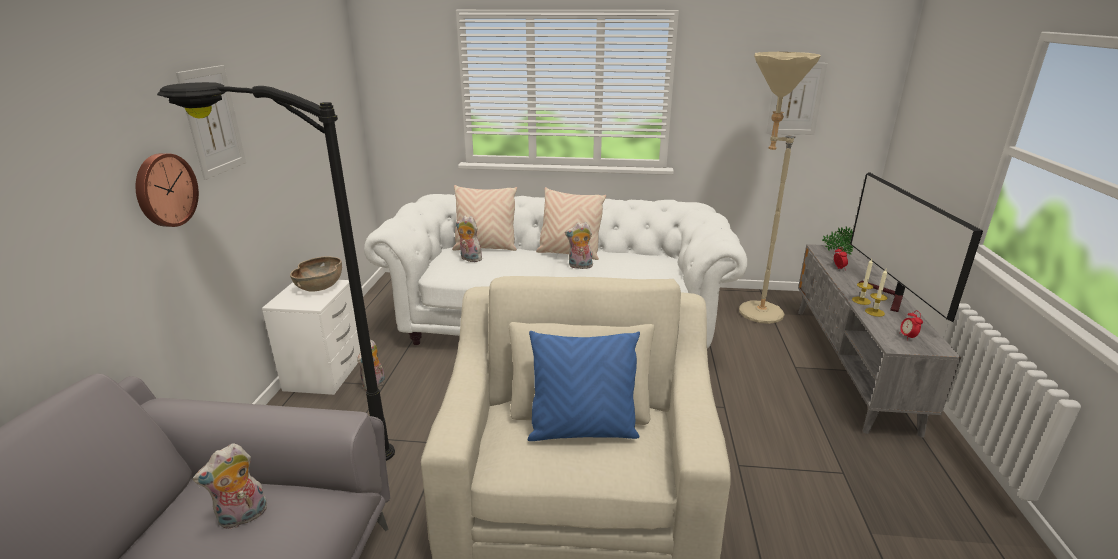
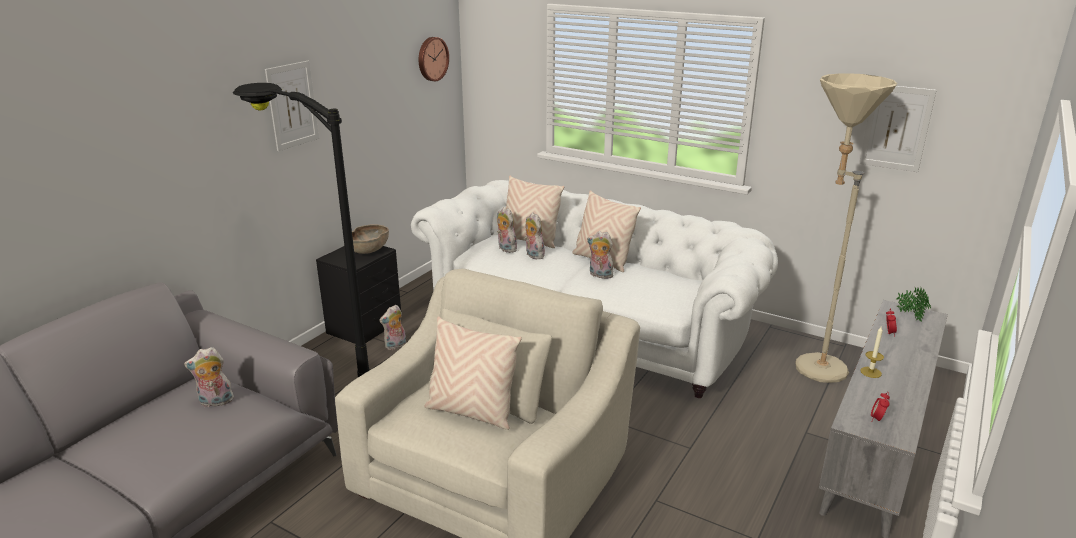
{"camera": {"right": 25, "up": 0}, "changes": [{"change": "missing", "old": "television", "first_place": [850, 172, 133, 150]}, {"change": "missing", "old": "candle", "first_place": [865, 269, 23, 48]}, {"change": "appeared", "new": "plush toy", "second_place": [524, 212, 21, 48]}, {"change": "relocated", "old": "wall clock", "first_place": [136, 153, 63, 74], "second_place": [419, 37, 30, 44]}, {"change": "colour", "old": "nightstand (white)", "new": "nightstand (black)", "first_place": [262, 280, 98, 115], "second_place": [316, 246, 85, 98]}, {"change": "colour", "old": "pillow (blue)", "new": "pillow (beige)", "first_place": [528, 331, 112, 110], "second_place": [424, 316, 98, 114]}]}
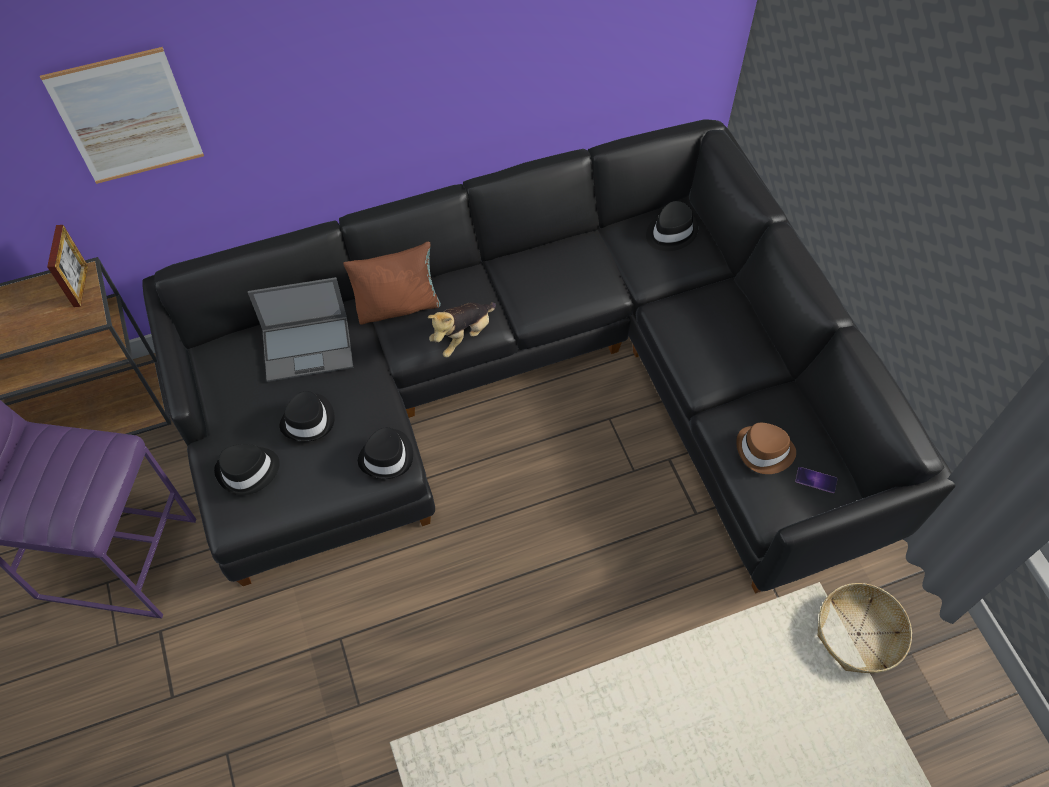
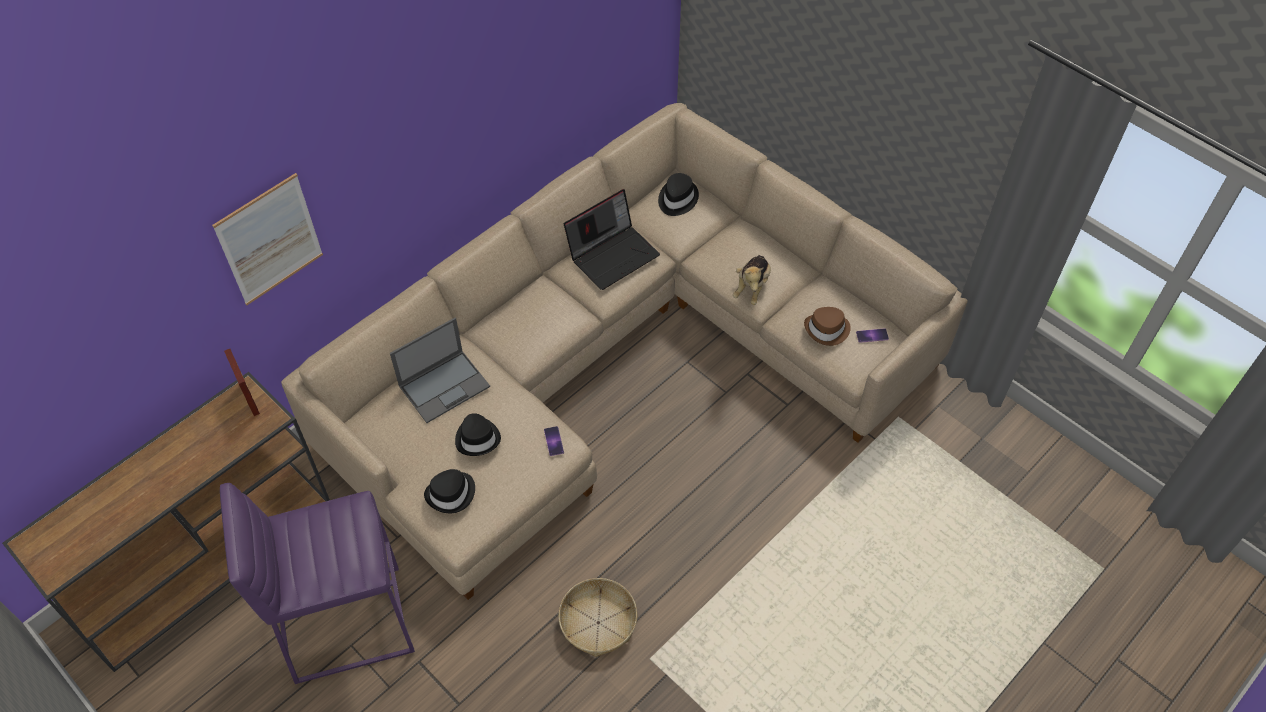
{"camera": {"right": -25, "up": -5}, "changes": [{"change": "missing", "old": "pillow (brown)", "first_place": [343, 241, 98, 84]}, {"change": "appeared", "new": "laptop", "second_place": [564, 189, 96, 101]}, {"change": "relocated", "old": "plush toy", "first_place": [428, 302, 68, 55], "second_place": [733, 255, 38, 50]}, {"change": "relocated", "old": "basket", "first_place": [817, 583, 95, 90], "second_place": [558, 578, 80, 79]}, {"change": "exchanged", "old": "hat (black)", "new": "phone", "first_place": [358, 427, 55, 52], "second_place": [544, 426, 20, 30]}, {"change": "colour", "old": "sofa (black)", "new": "sofa (beige)", "first_place": [142, 119, 813, 475], "second_place": [281, 103, 687, 497]}]}
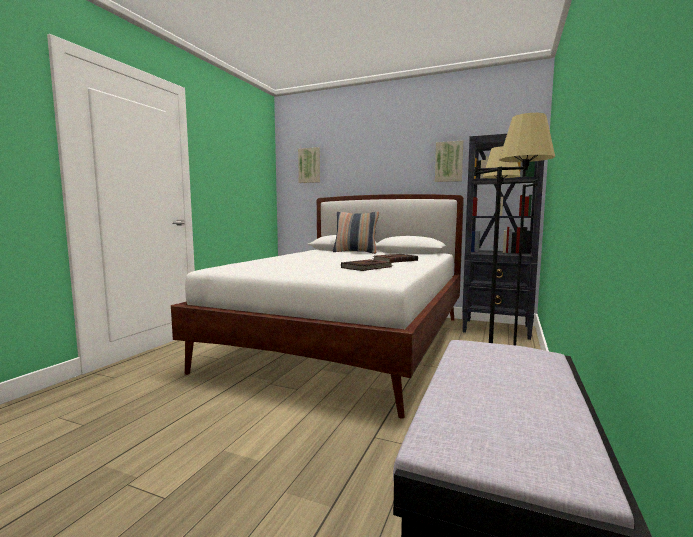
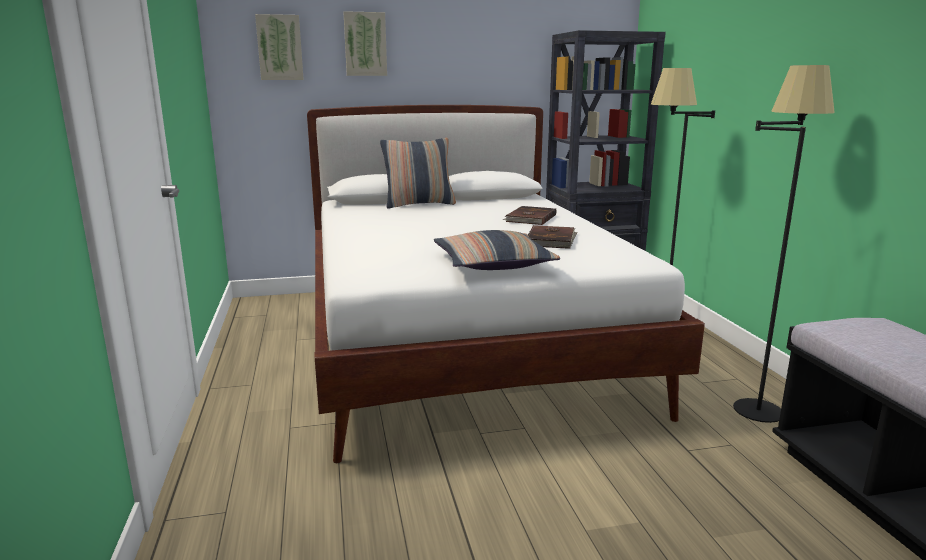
{"camera": {"right": -35, "up": 10}, "changes": [{"change": "appeared", "new": "pillow", "second_place": [434, 230, 126, 40]}, {"change": "relocated", "old": "picture", "first_place": [435, 140, 28, 42], "second_place": [343, 11, 44, 65]}]}
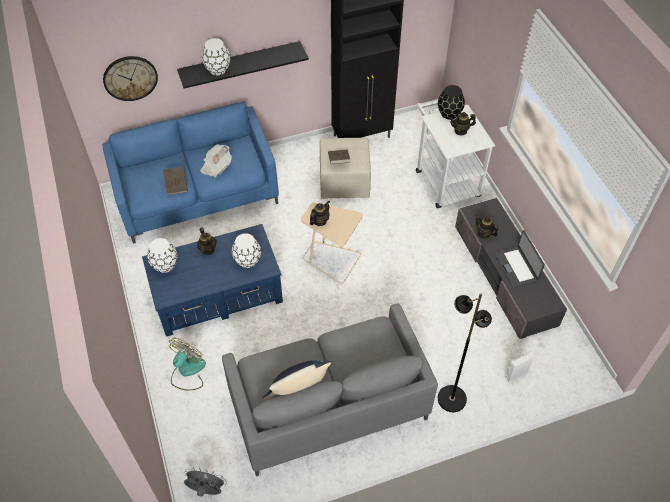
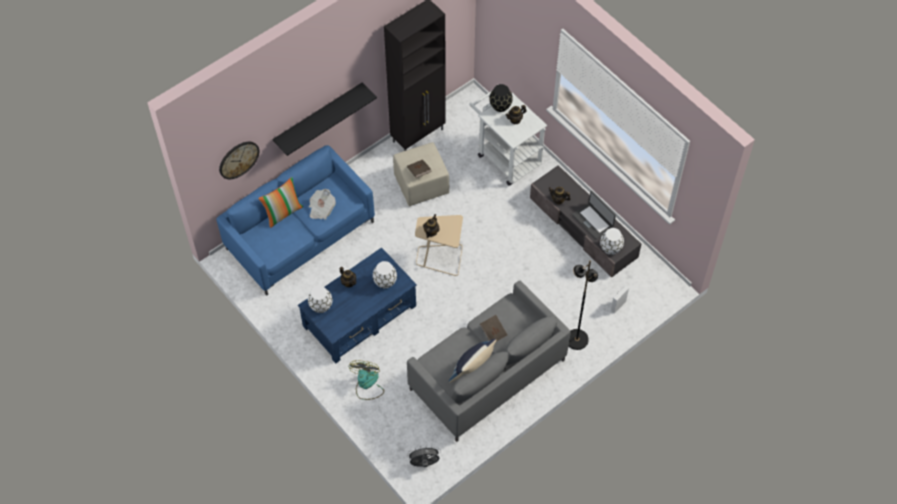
{"camera": {"right": -20, "up": 5}, "changes": [{"change": "appeared", "new": "pillow", "second_place": [258, 177, 45, 51]}, {"change": "relocated", "old": "book (brown)", "first_place": [163, 167, 25, 28], "second_place": [480, 315, 27, 27]}, {"change": "relocated", "old": "vase (white)", "first_place": [202, 38, 28, 38], "second_place": [600, 228, 24, 27]}]}
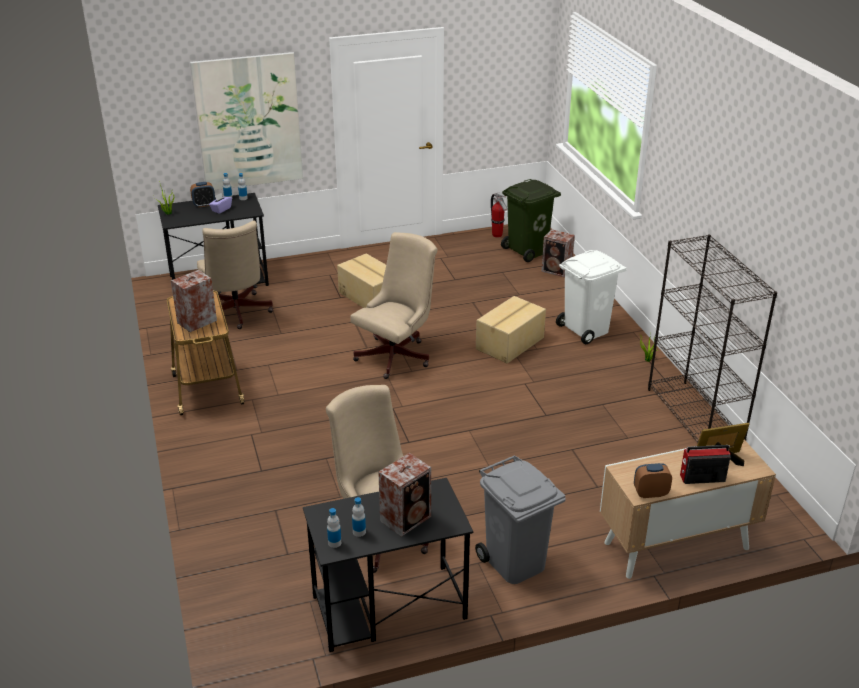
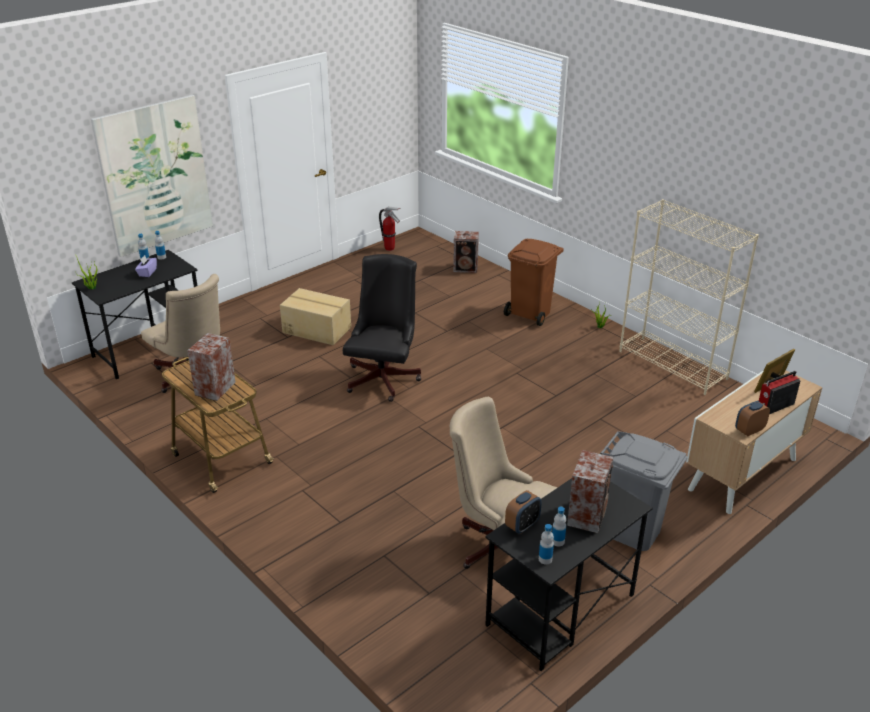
{"camera": {"right": -25, "up": 0}, "changes": [{"change": "missing", "old": "cardboard box", "first_place": [476, 296, 70, 67]}, {"change": "missing", "old": "trash can (green)", "first_place": [501, 179, 60, 83]}, {"change": "relocated", "old": "alarm clock", "first_place": [190, 182, 25, 25], "second_place": [505, 490, 37, 44]}, {"change": "colour", "old": "office chair (beige)", "new": "office chair (black)", "first_place": [350, 232, 88, 147], "second_place": [343, 254, 78, 148]}, {"change": "colour", "old": "trash can (white)", "new": "trash can (brown)", "first_place": [556, 250, 71, 94], "second_place": [504, 239, 60, 87]}, {"change": "colour", "old": "bookcase (black)", "new": "bookcase (beige)", "first_place": [648, 234, 129, 209], "second_place": [619, 199, 140, 196]}]}
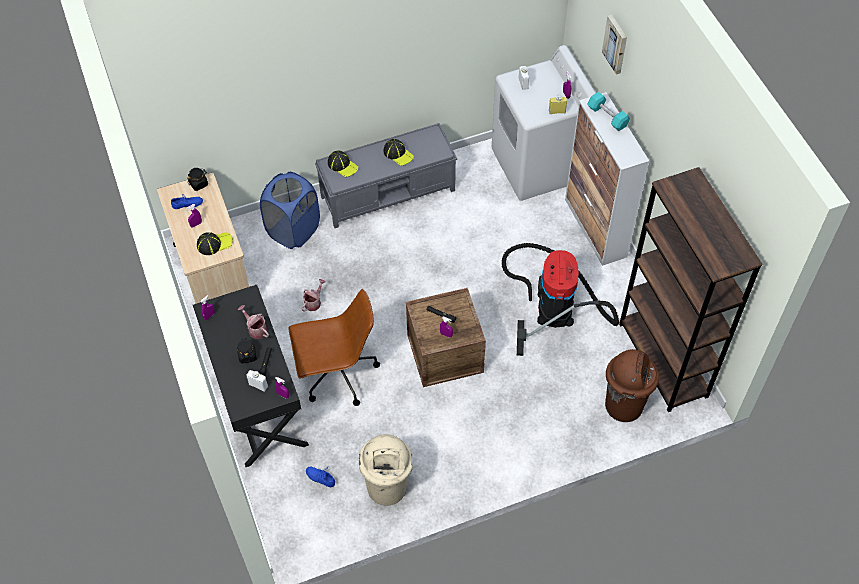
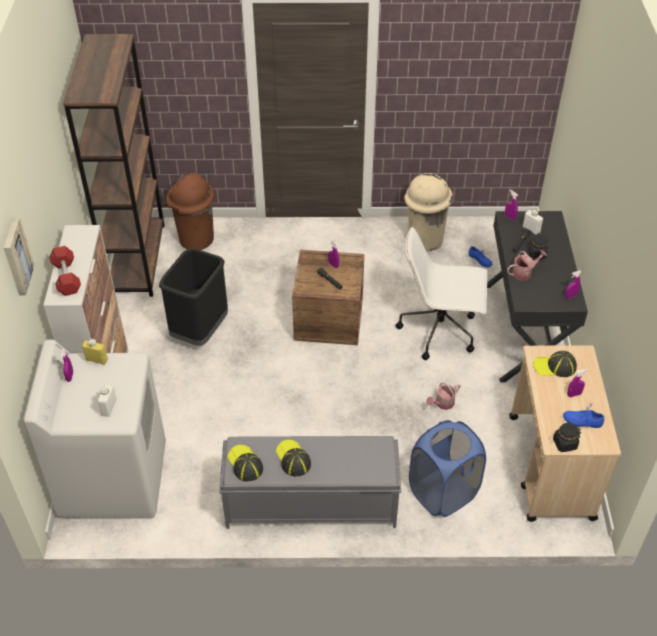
{"camera": {"right": -160, "up": -10}, "changes": [{"change": "relocated", "old": "cap", "first_place": [328, 151, 30, 26], "second_place": [228, 445, 35, 36]}, {"change": "exchanged", "old": "vacuum cleaner", "new": "trash can (black)", "first_place": [502, 243, 117, 113], "second_place": [159, 248, 69, 98]}, {"change": "colour", "old": "office chair (brown)", "new": "office chair (white)", "first_place": [288, 289, 92, 117], "second_place": [396, 227, 92, 133]}, {"change": "colour", "old": "dumbbell (turquoise)", "new": "dumbbell (red)", "first_place": [587, 92, 43, 39], "second_place": [49, 246, 32, 50]}, {"change": "spun", "old": "watering can", "first_place": [238, 305, 31, 34], "second_place": [507, 250, 40, 31], "degrees": -90}]}
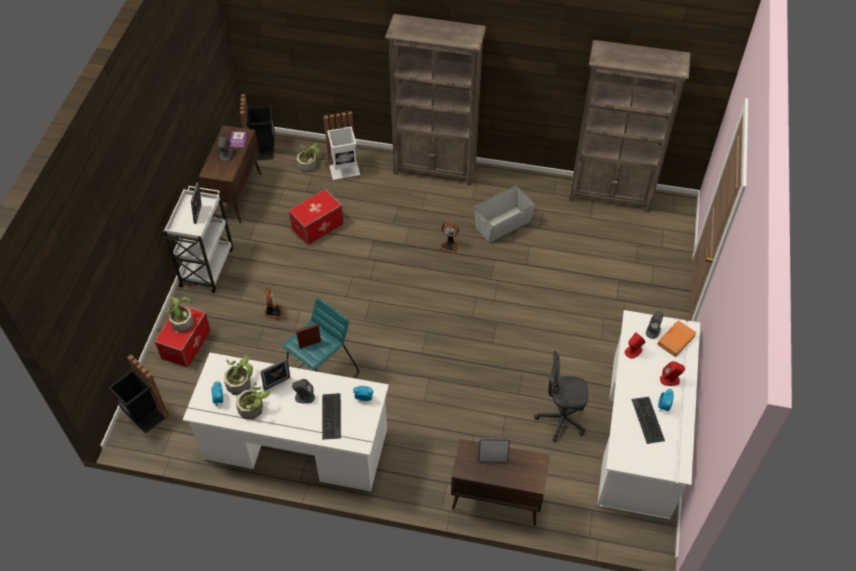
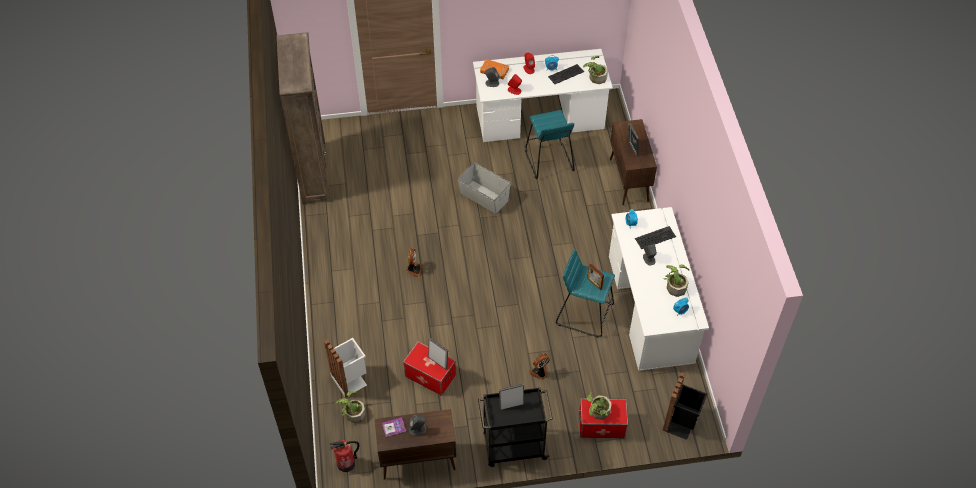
{"camera": {"right": -110, "up": 0}, "changes": [{"change": "missing", "old": "bookcase (brown)", "first_place": [385, 14, 101, 172]}, {"change": "relocated", "old": "potted plant", "first_place": [224, 355, 29, 40], "second_place": [583, 56, 25, 28]}, {"change": "relocated", "old": "picture frame", "first_place": [260, 358, 30, 32], "second_place": [428, 338, 20, 31]}, {"change": "relocated", "old": "storage box (grey)", "first_place": [474, 185, 61, 58], "second_place": [458, 162, 53, 52]}, {"change": "exchanged", "old": "trash can (black)", "new": "fire extinguisher", "first_place": [240, 94, 35, 66], "second_place": [329, 440, 30, 32]}, {"change": "exchanged", "old": "office chair (grey)", "new": "stool (turquoise)", "first_place": [535, 351, 53, 91], "second_place": [525, 110, 50, 69]}, {"change": "colour", "old": "cart (white)", "new": "cart (black)", "first_place": [163, 186, 70, 107], "second_place": [478, 387, 75, 80]}]}
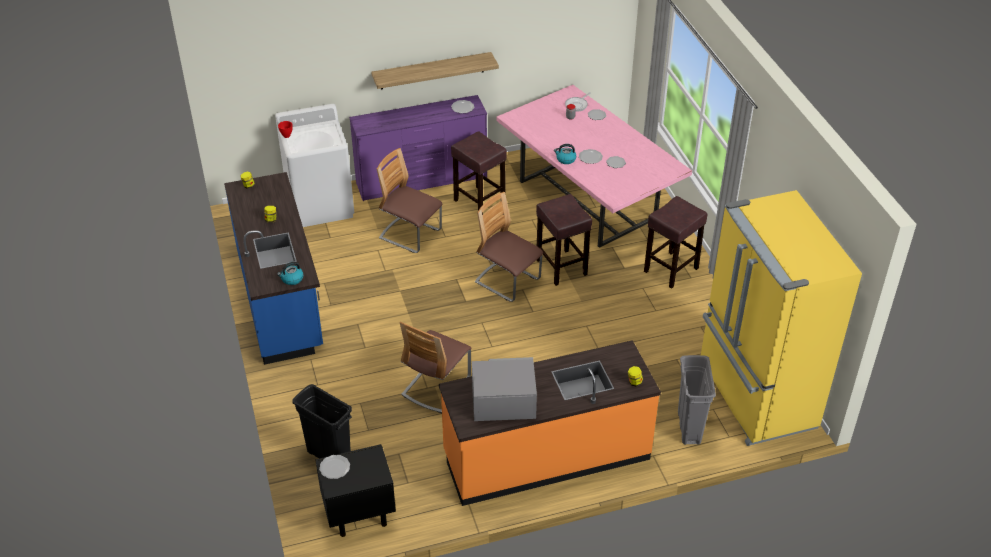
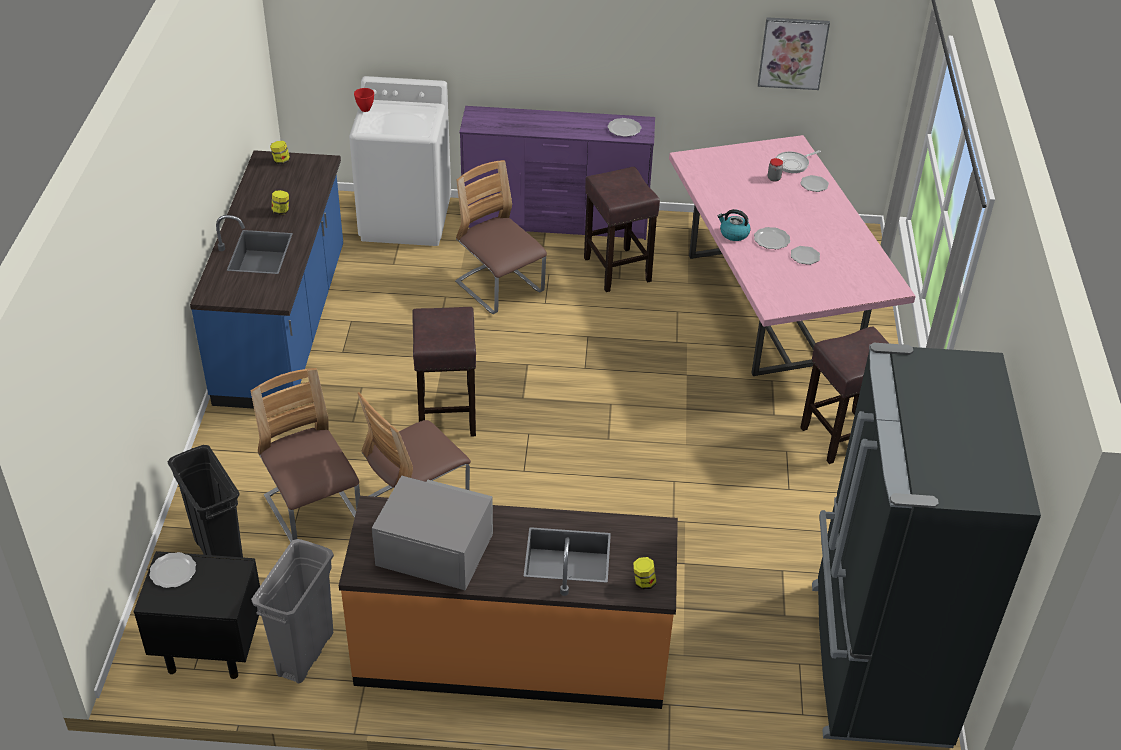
{"camera": {"right": 20, "up": 0}, "changes": [{"change": "missing", "old": "kettle", "first_place": [277, 262, 26, 23]}, {"change": "missing", "old": "shelf", "first_place": [371, 52, 128, 37]}, {"change": "appeared", "new": "picture", "second_place": [758, 17, 72, 73]}, {"change": "relocated", "old": "chair", "first_place": [475, 192, 68, 110], "second_place": [251, 368, 109, 174]}, {"change": "relocated", "old": "stool (brown)", "first_place": [536, 194, 56, 92], "second_place": [412, 307, 64, 130]}, {"change": "relocated", "old": "trash can (grey)", "first_place": [678, 355, 38, 90], "second_place": [251, 539, 83, 145]}, {"change": "colour", "old": "fridge (yellow)", "new": "fridge (black)", "first_place": [701, 190, 161, 256], "second_place": [812, 343, 229, 405]}]}
